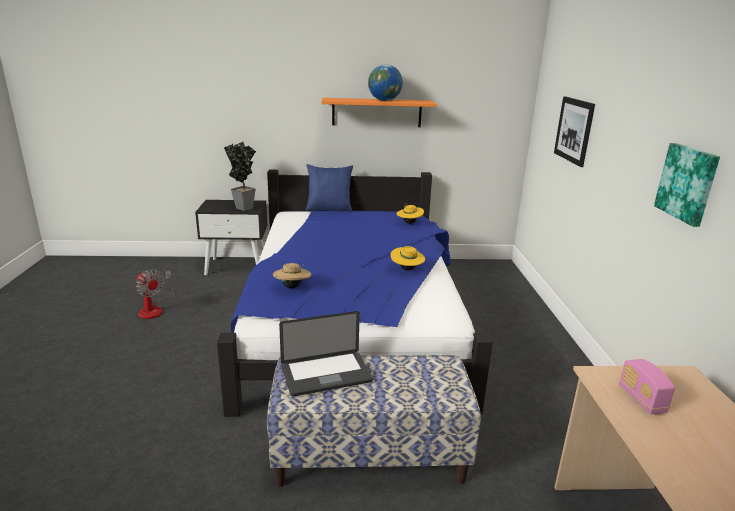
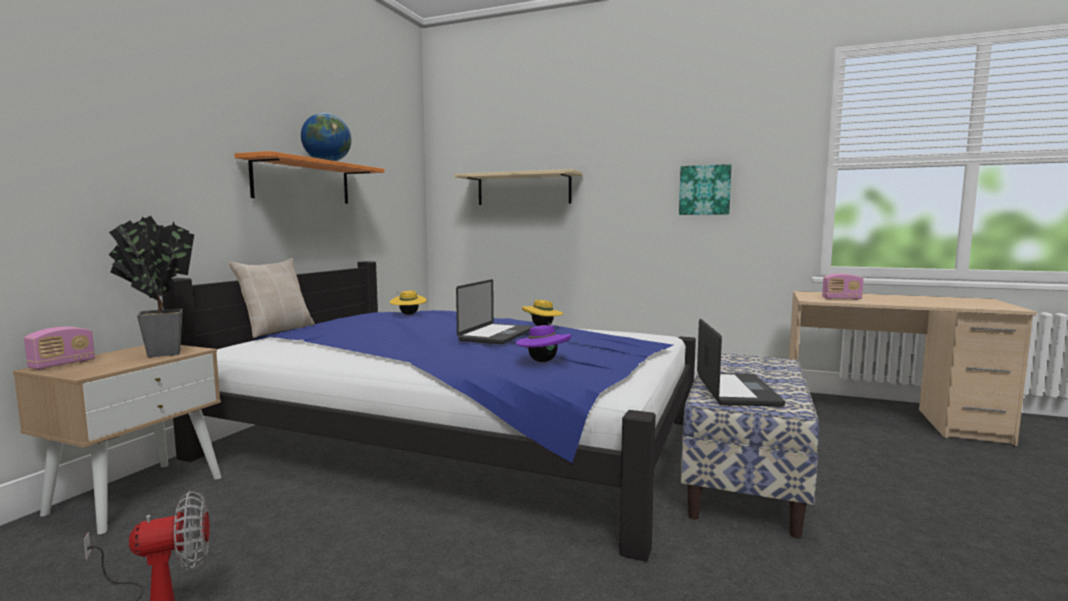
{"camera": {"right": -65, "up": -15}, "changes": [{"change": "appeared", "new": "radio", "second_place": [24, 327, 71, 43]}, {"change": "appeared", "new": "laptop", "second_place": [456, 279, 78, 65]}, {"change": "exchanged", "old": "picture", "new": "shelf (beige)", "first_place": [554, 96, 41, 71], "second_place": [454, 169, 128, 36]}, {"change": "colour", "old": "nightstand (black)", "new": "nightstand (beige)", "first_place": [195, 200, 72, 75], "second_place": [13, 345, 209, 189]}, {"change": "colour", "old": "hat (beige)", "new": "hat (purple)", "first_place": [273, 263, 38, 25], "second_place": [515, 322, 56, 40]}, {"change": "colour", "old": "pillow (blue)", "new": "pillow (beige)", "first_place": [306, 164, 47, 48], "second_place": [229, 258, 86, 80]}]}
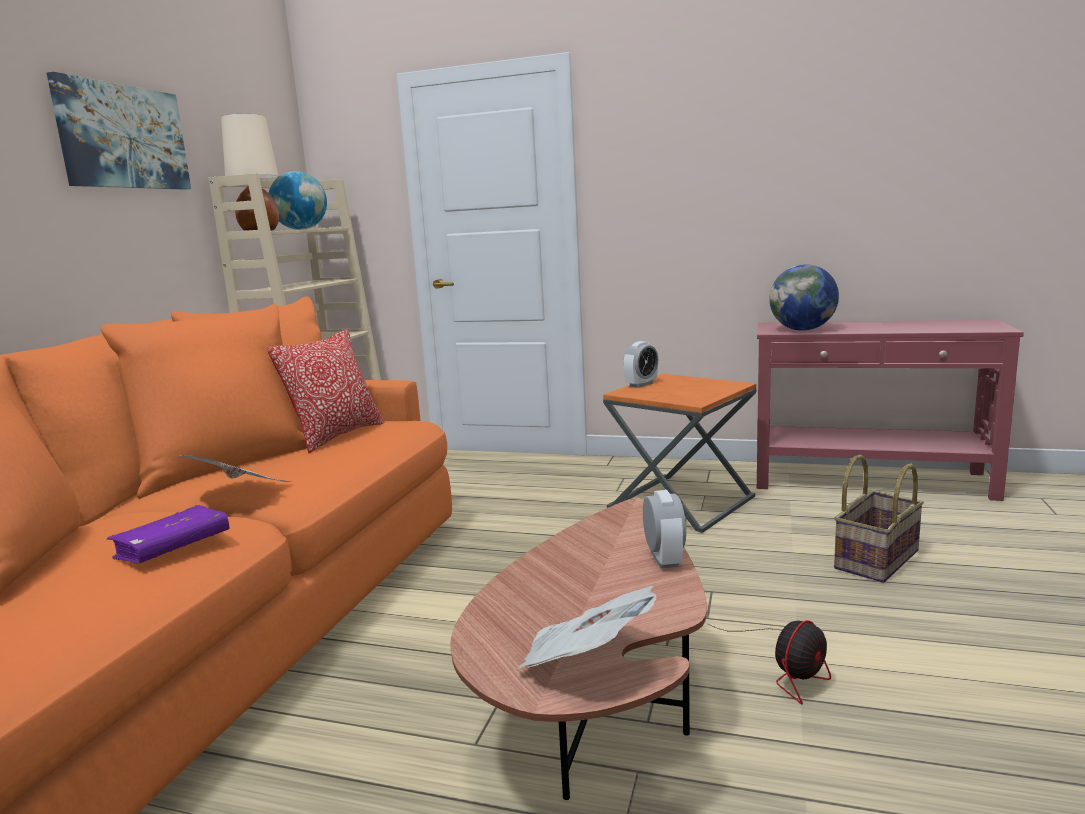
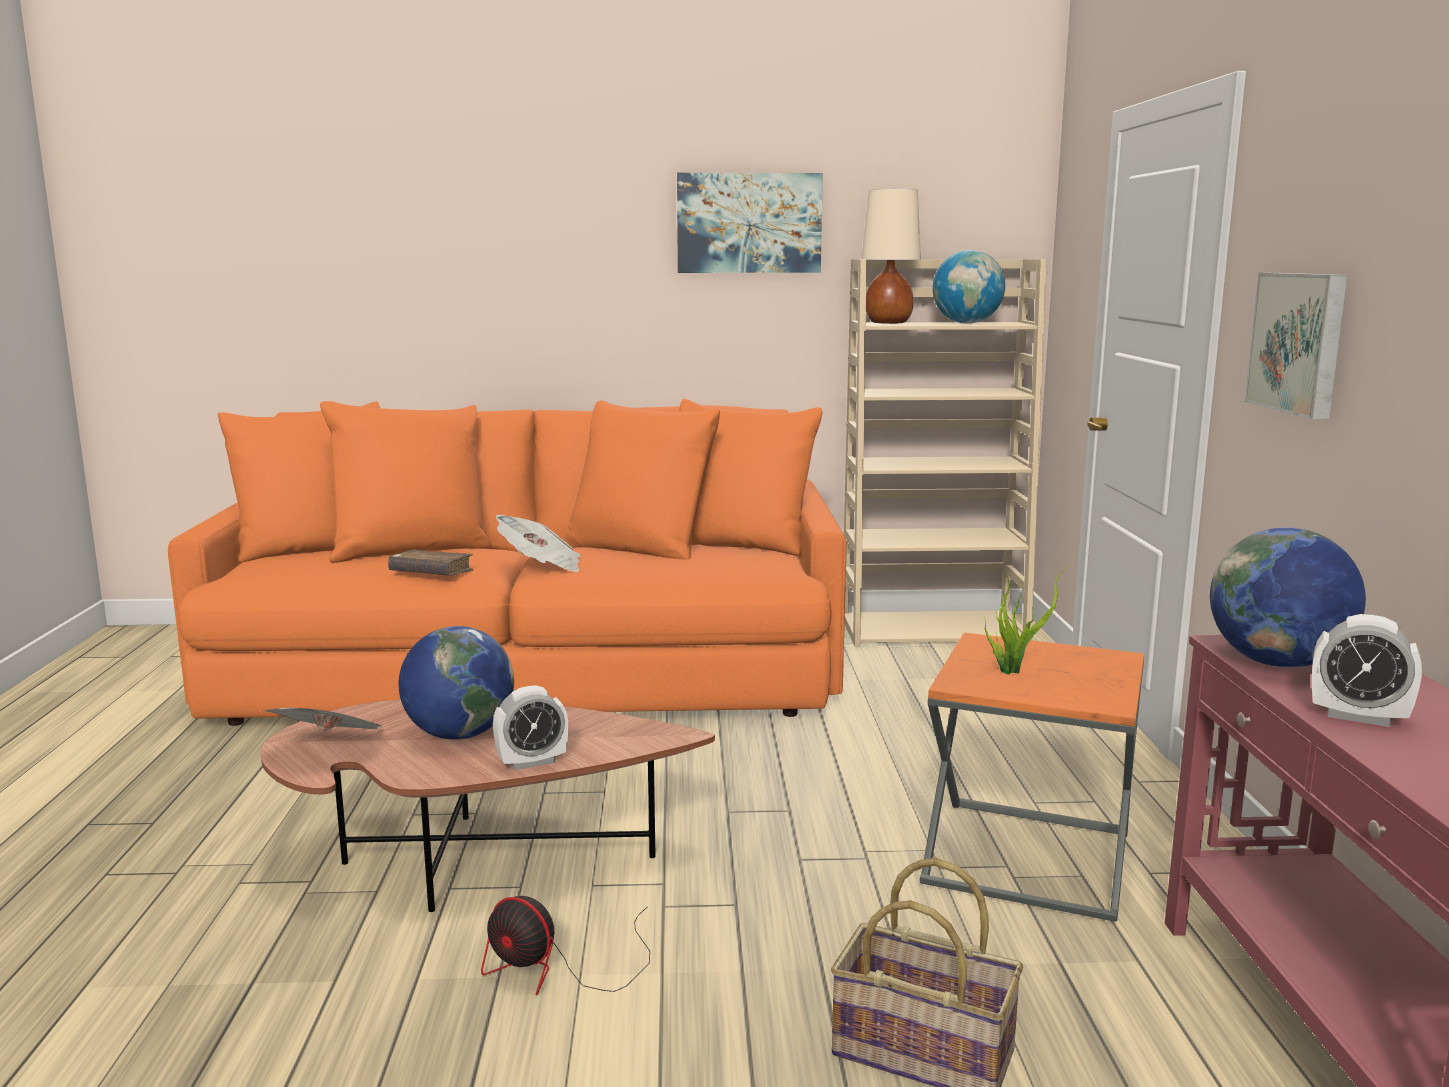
{"camera": {"right": 70, "up": 0}, "changes": [{"change": "missing", "old": "pillow", "first_place": [267, 330, 118, 123]}, {"change": "appeared", "new": "globe", "second_place": [398, 626, 116, 114]}, {"change": "appeared", "new": "potted plant", "second_place": [984, 565, 85, 110]}, {"change": "appeared", "new": "picture", "second_place": [1244, 273, 104, 146]}, {"change": "relocated", "old": "alarm clock", "first_place": [623, 341, 35, 47], "second_place": [1312, 614, 110, 113]}, {"change": "colour", "old": "book (purple)", "new": "book (brown)", "first_place": [107, 505, 123, 59], "second_place": [388, 549, 86, 27]}]}
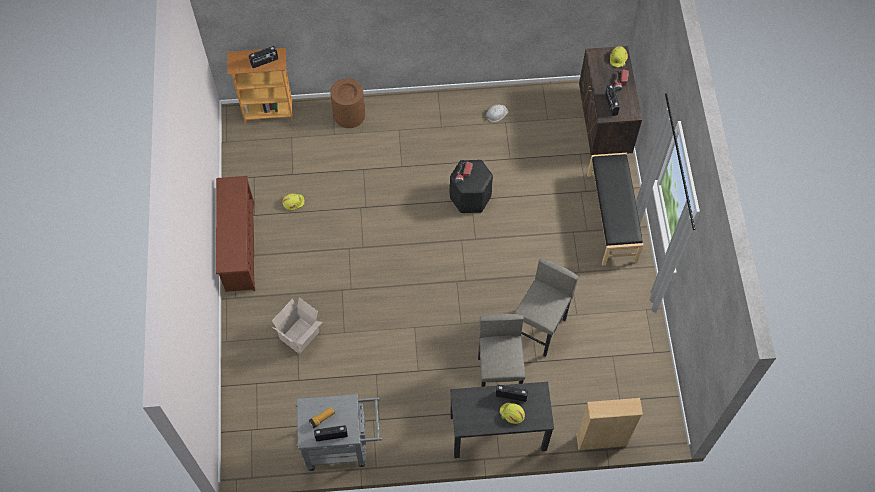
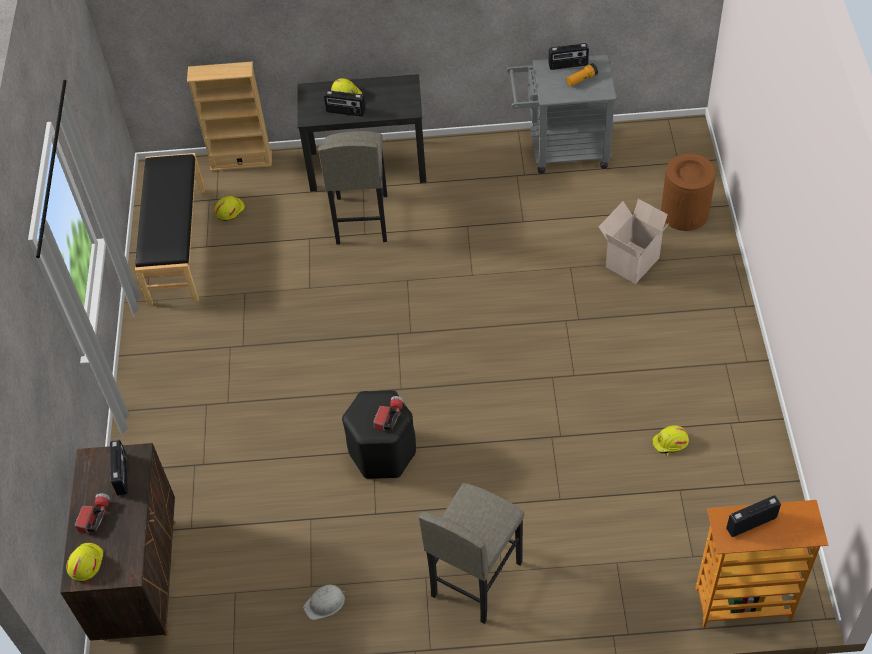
{"camera": {"right": -175, "up": -10}, "changes": [{"change": "missing", "old": "shoe rack (brown)", "first_place": [216, 176, 39, 116]}, {"change": "appeared", "new": "hard hat (yellow)", "second_place": [214, 196, 31, 25]}, {"change": "relocated", "old": "trash can (brown)", "first_place": [330, 78, 35, 50], "second_place": [661, 153, 55, 78]}, {"change": "relocated", "old": "stool (grey)", "first_place": [514, 258, 65, 99], "second_place": [419, 483, 105, 141]}, {"change": "relocated", "old": "bench (black)", "first_place": [587, 153, 56, 113], "second_place": [135, 153, 70, 153]}]}
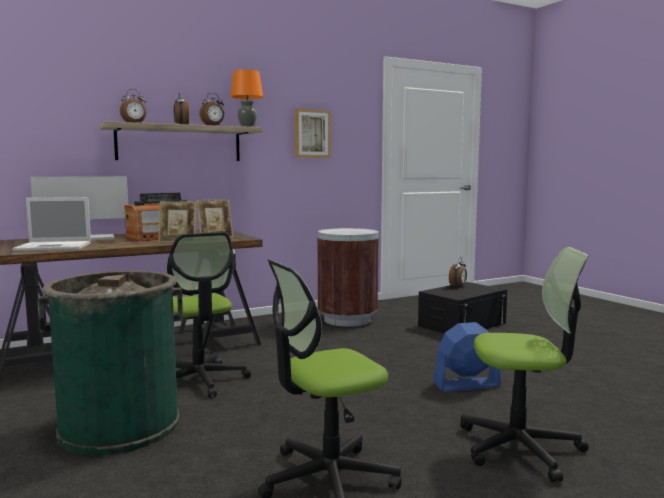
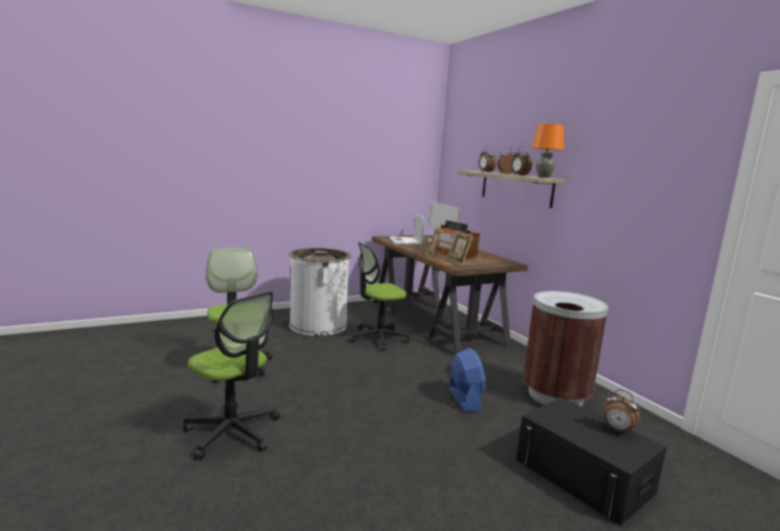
{"camera": {"right": 90, "up": 5}, "changes": [{"change": "missing", "old": "picture", "first_place": [294, 109, 37, 49]}, {"change": "relocated", "old": "fan (blue)", "first_place": [433, 322, 68, 70], "second_place": [449, 348, 37, 64]}, {"change": "colour", "old": "trash can (green)", "new": "trash can (white)", "first_place": [37, 271, 146, 185], "second_place": [289, 248, 62, 88]}, {"change": "spun", "old": "office chair", "first_place": [460, 247, 129, 235], "second_place": [183, 291, 97, 169], "degrees": -60}]}
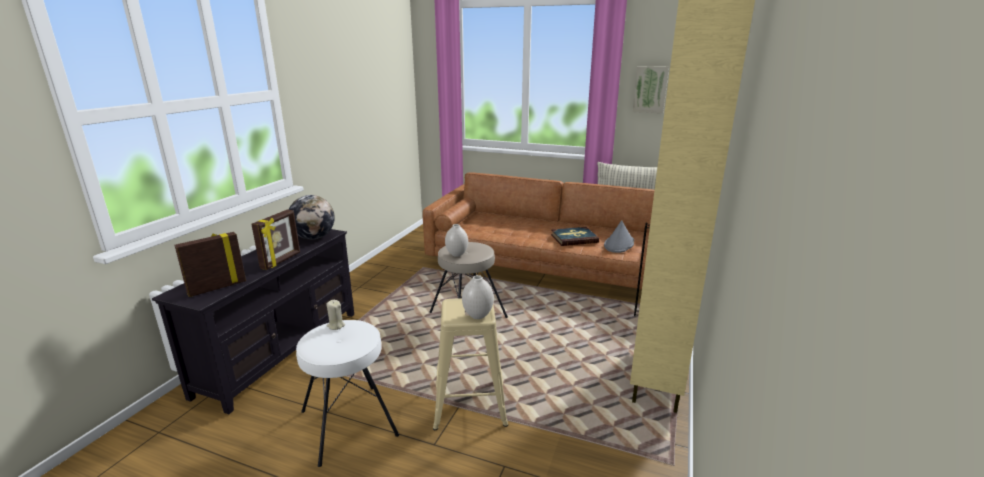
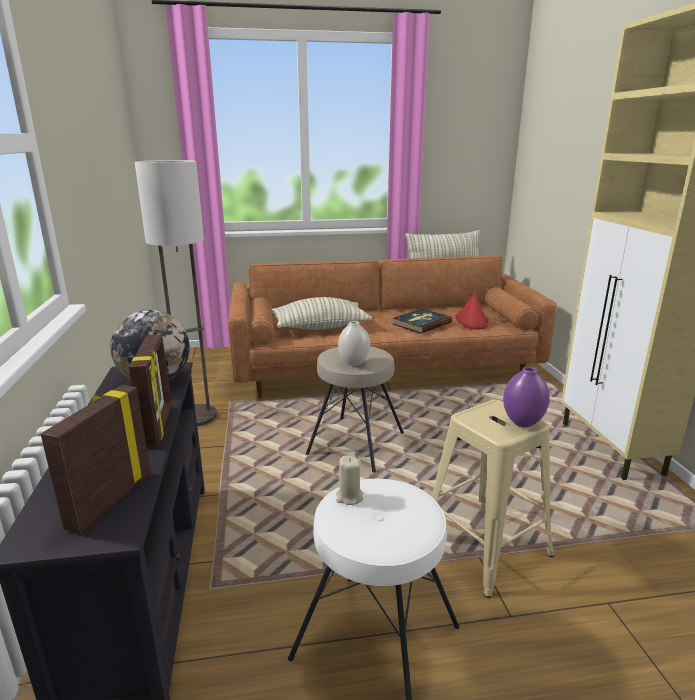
{"camera": {"right": -30, "up": 0}, "changes": [{"change": "missing", "old": "picture", "first_place": [633, 66, 36, 47]}, {"change": "appeared", "new": "floor lamp", "second_place": [135, 160, 82, 266]}, {"change": "appeared", "new": "pillow", "second_place": [272, 297, 100, 33]}, {"change": "colour", "old": "vase (white)", "new": "vase (purple)", "first_place": [462, 275, 32, 44], "second_place": [503, 367, 47, 60]}, {"change": "colour", "old": "hat (grey)", "new": "hat (red)", "first_place": [604, 221, 30, 32], "second_place": [456, 292, 32, 37]}]}
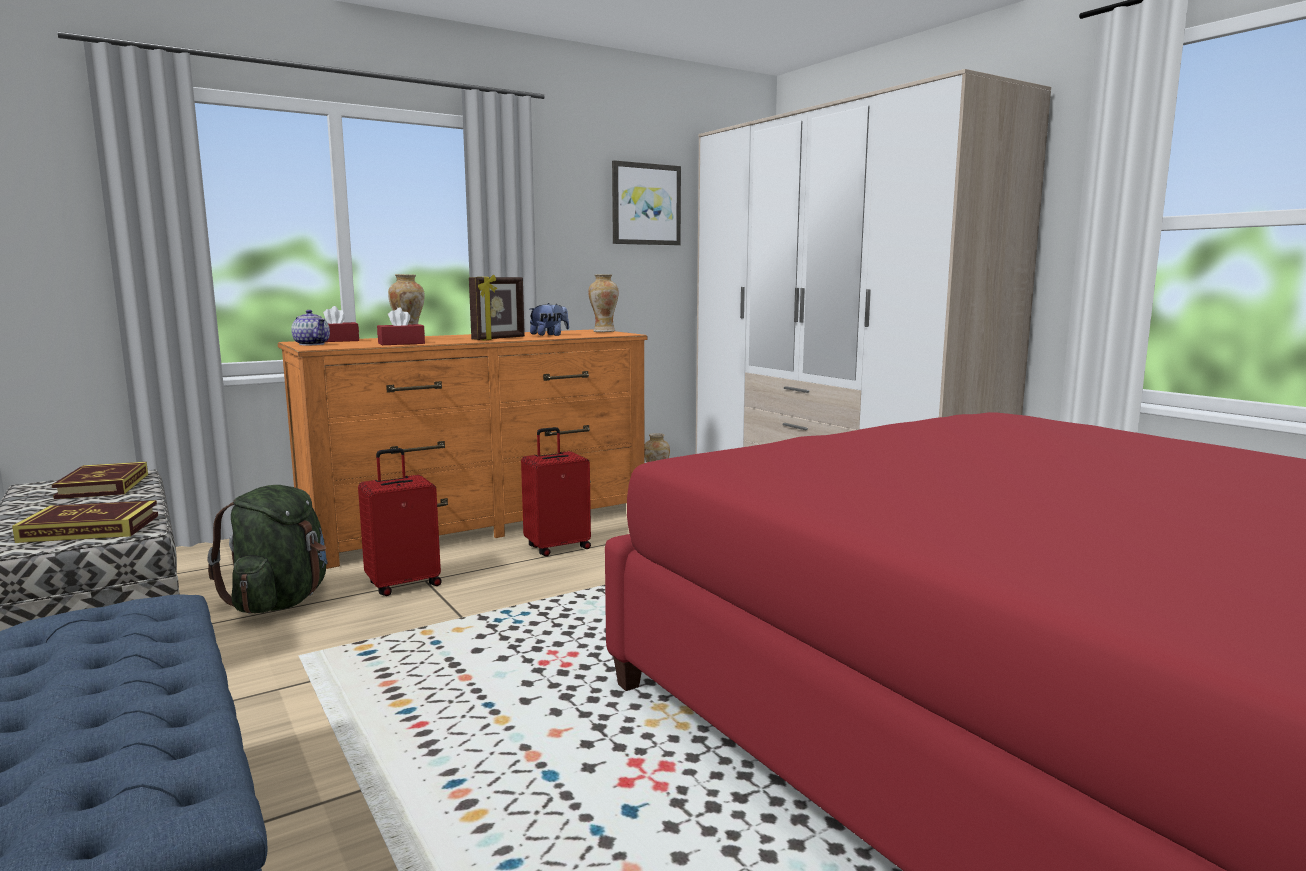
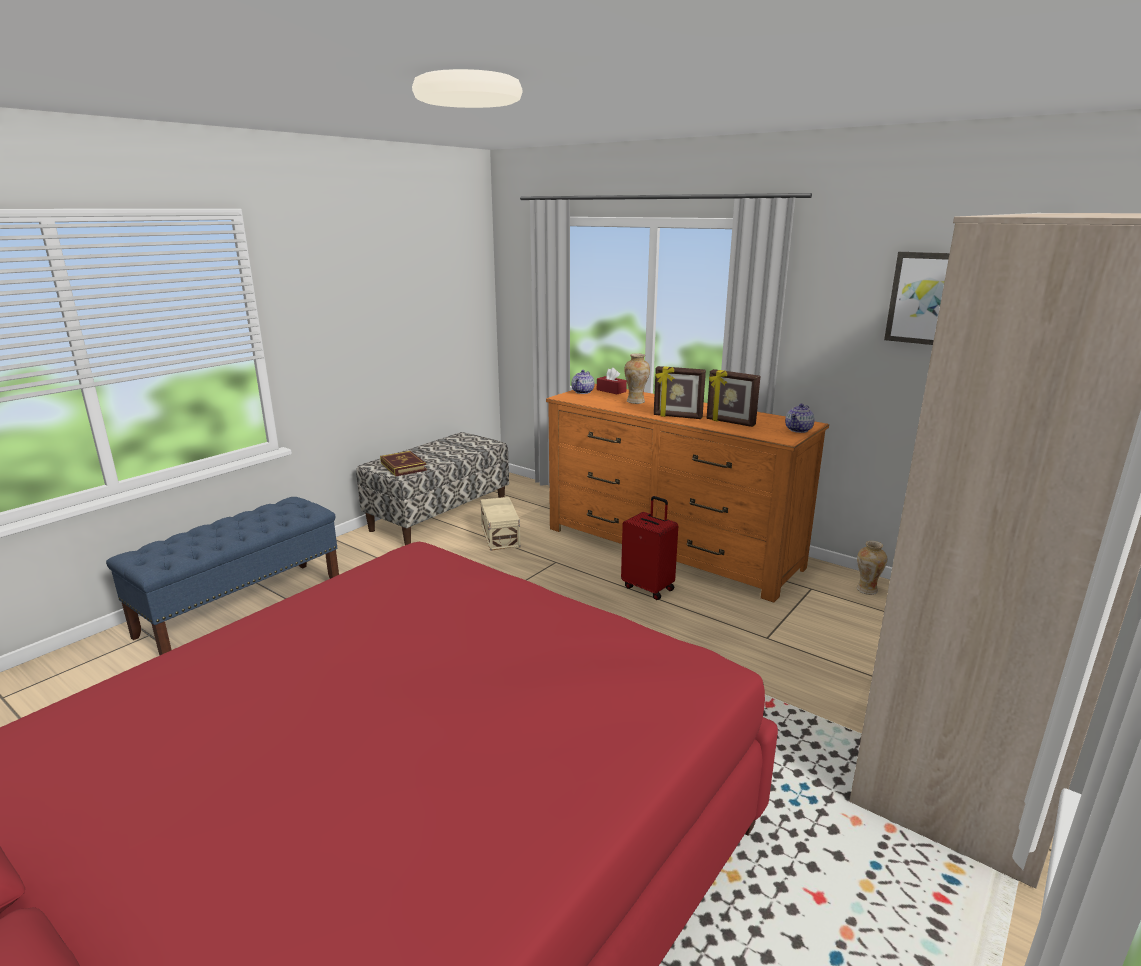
{"camera": {"right": 70, "up": 10}, "changes": [{"change": "missing", "old": "book", "first_place": [52, 462, 96, 37]}, {"change": "missing", "old": "suitcase (red)", "first_place": [358, 448, 84, 148]}, {"change": "missing", "old": "tissue box (red)", "first_place": [377, 307, 48, 38]}, {"change": "exchanged", "old": "backpack (green)", "new": "storage box (beige)", "first_place": [207, 485, 120, 129], "second_place": [480, 497, 41, 54]}, {"change": "exchanged", "old": "plush toy", "new": "picture frame", "first_place": [529, 303, 40, 33], "second_place": [707, 369, 53, 58]}, {"change": "exchanged", "old": "vase", "new": "teapot", "first_place": [588, 274, 31, 58], "second_place": [785, 404, 30, 29]}]}
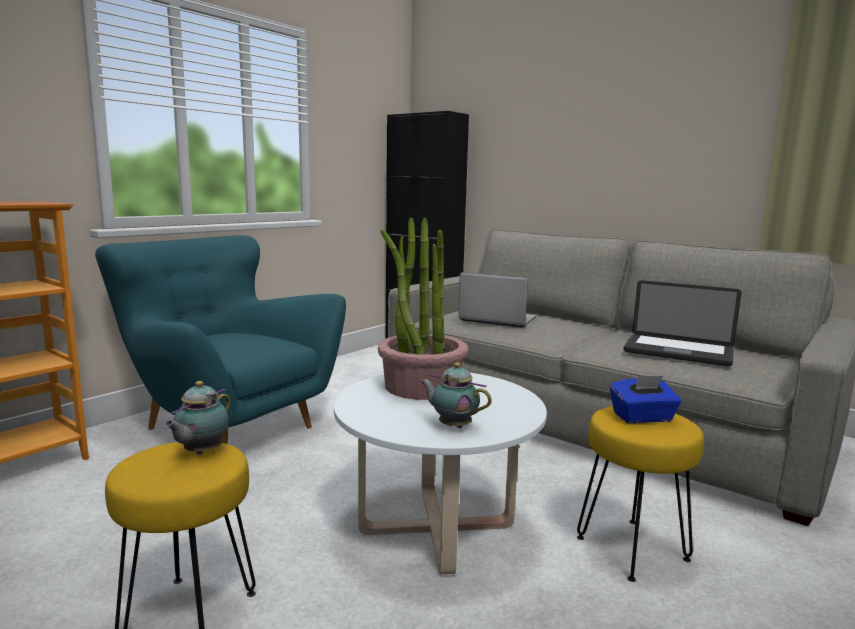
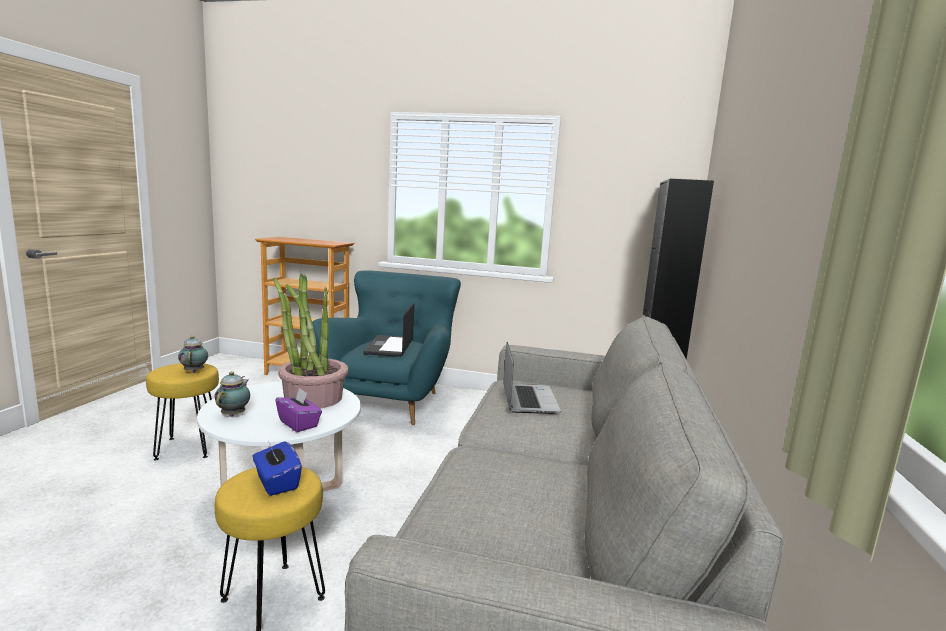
{"camera": {"right": 65, "up": 0}, "changes": [{"change": "appeared", "new": "tissue box (purple)", "second_place": [275, 388, 47, 44]}, {"change": "relocated", "old": "laptop", "first_place": [624, 280, 118, 86], "second_place": [363, 303, 51, 54]}, {"change": "spun", "old": "teapot", "first_place": [164, 381, 66, 73], "second_place": [178, 336, 30, 37], "degrees": 75}]}
